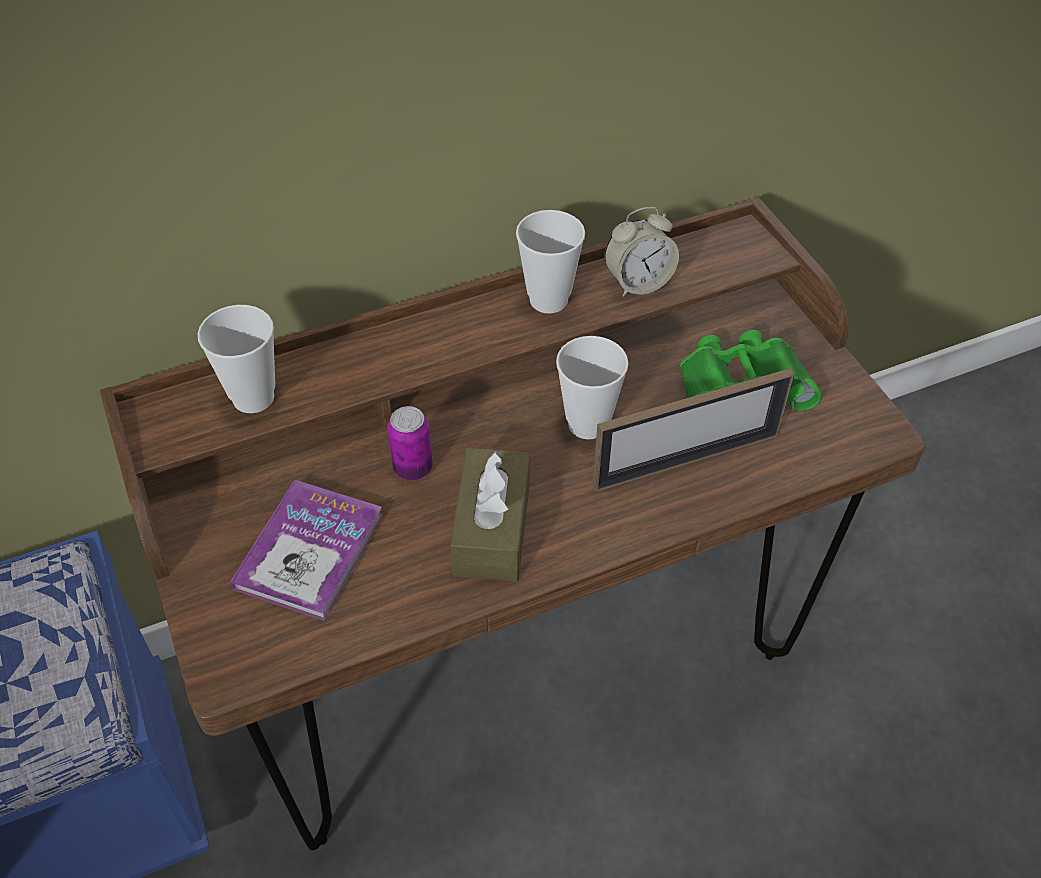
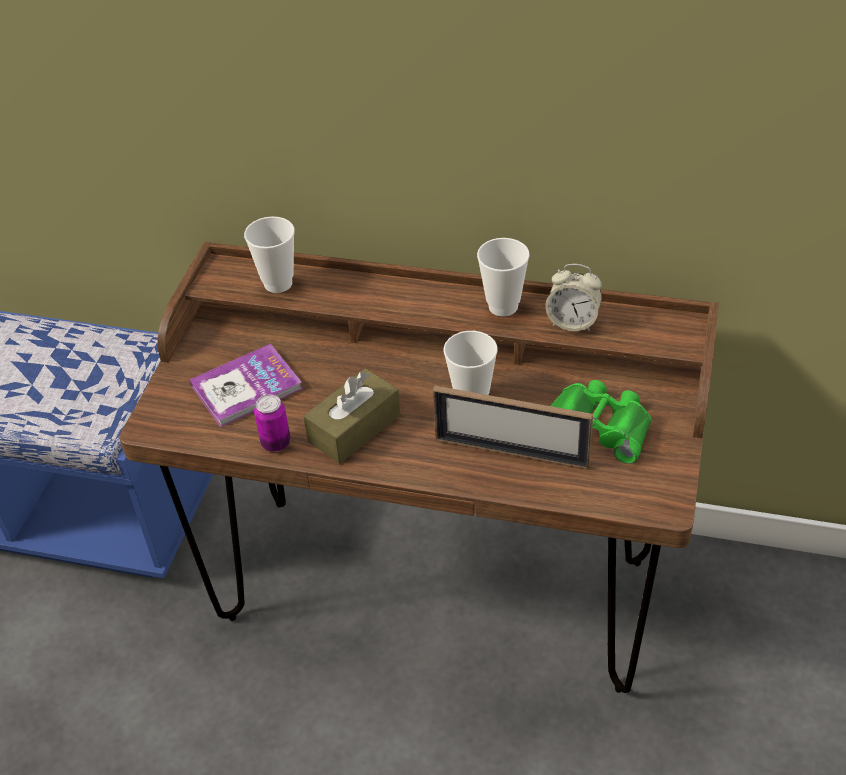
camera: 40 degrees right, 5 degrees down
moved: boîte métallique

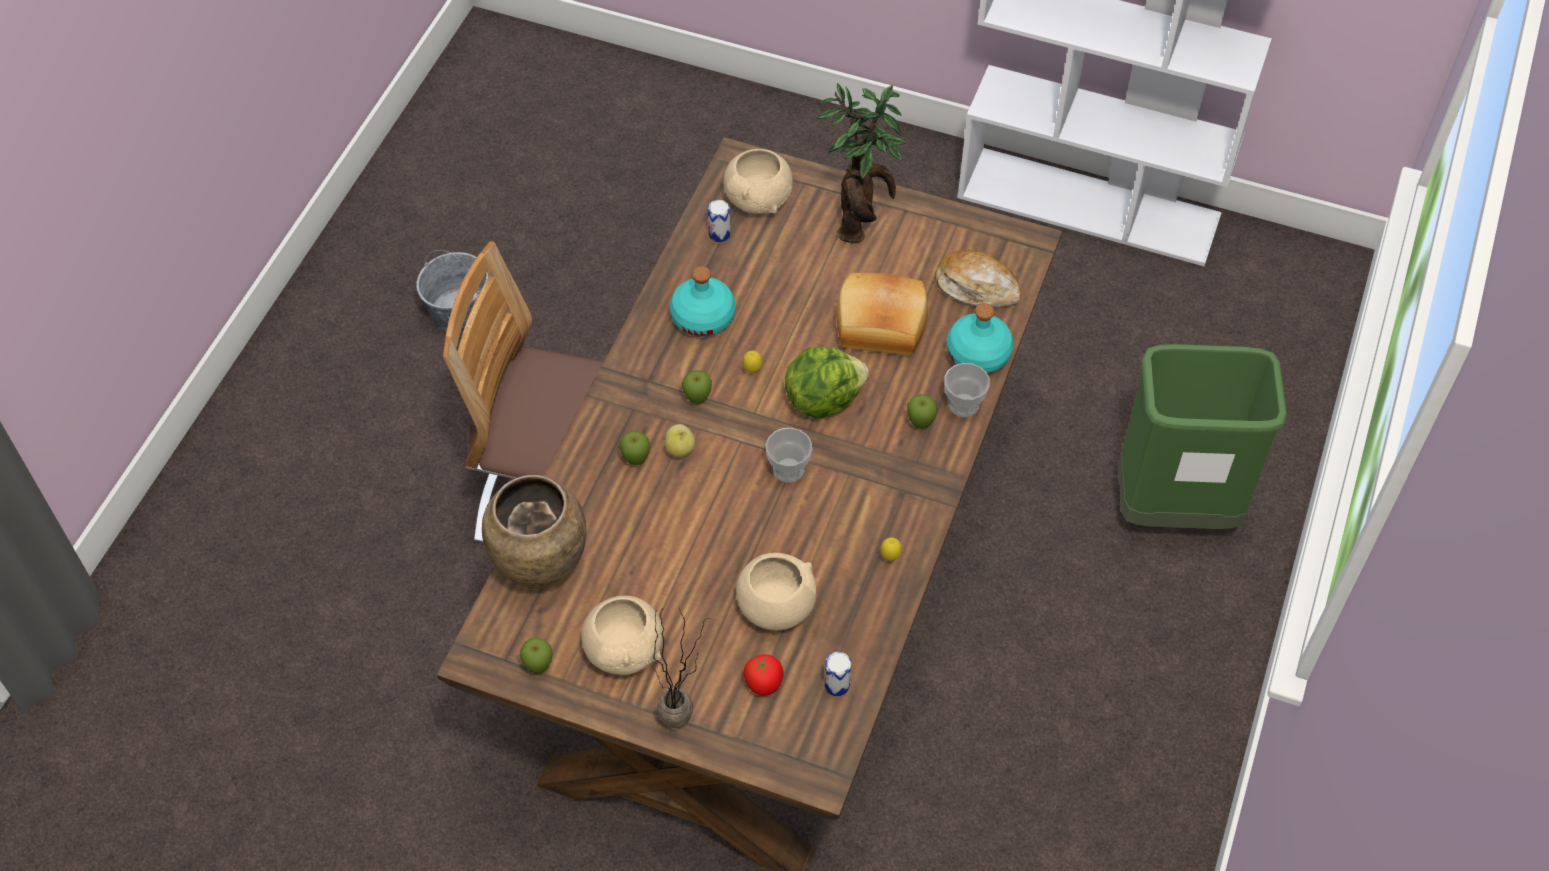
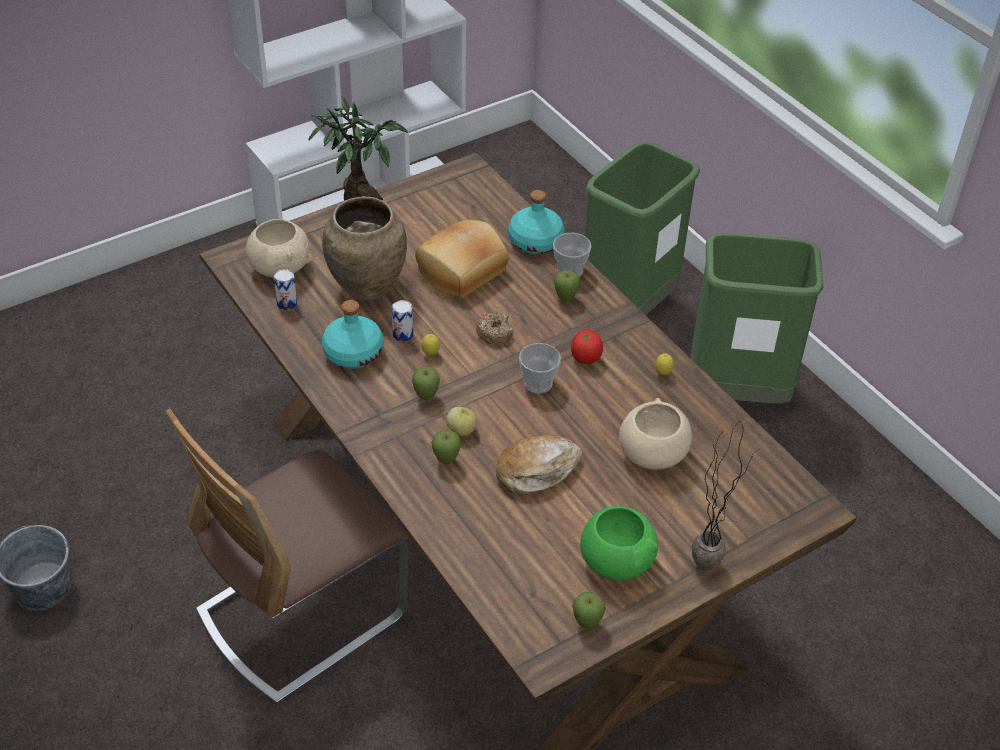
camera: 55 degrees left, 10 degrees down
added: poubelle (vert) (2nd from left)
moved: pain (2nd from left); vase (marron); boîte métallique (2nd from left); tomate
replaced: laitue to beignet
recoloured: bol (beige) (1st from left) to bol (vert)

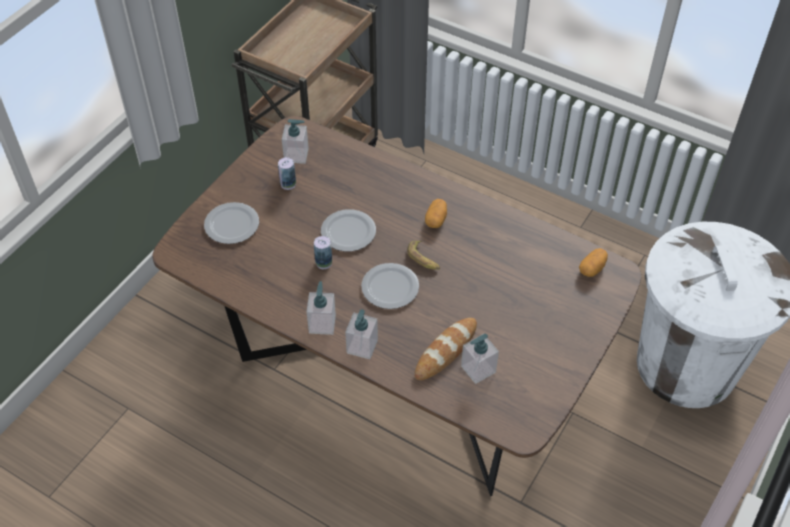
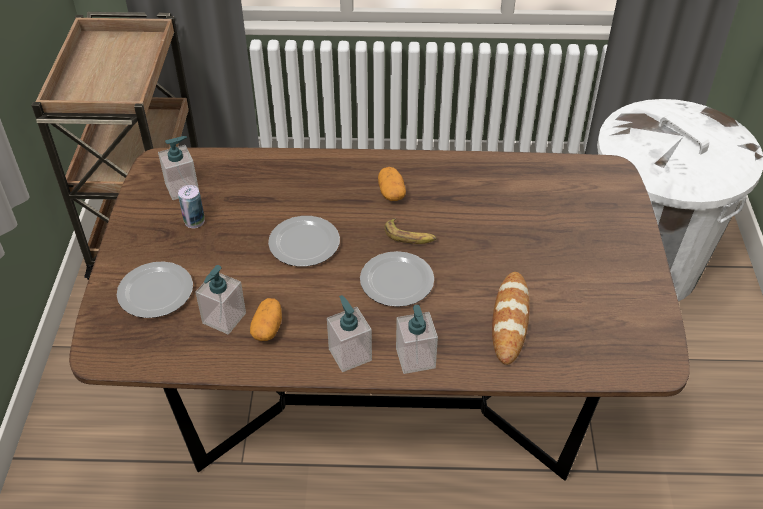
camera: 30 degrees left, 5 degrees down
removed: boîte métallique (2nd from left)
moved: pomme de terre (2nd from left in the first image) to pomme de terre (1st from left); distributeur de savon (4th from left in the first image) to distributeur de savon (2nd from left)

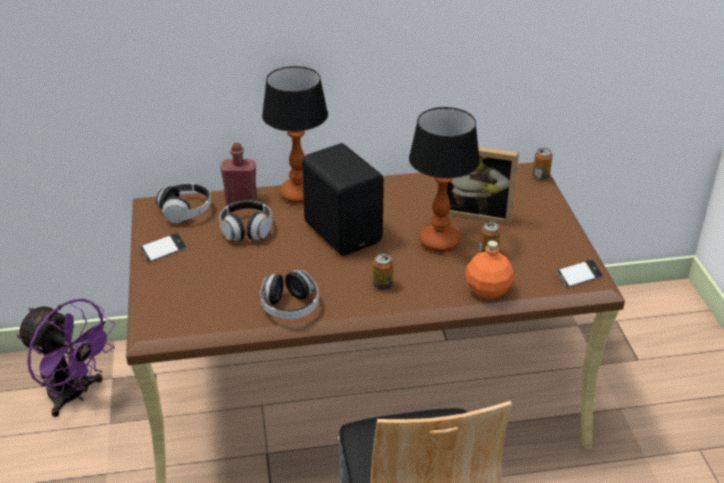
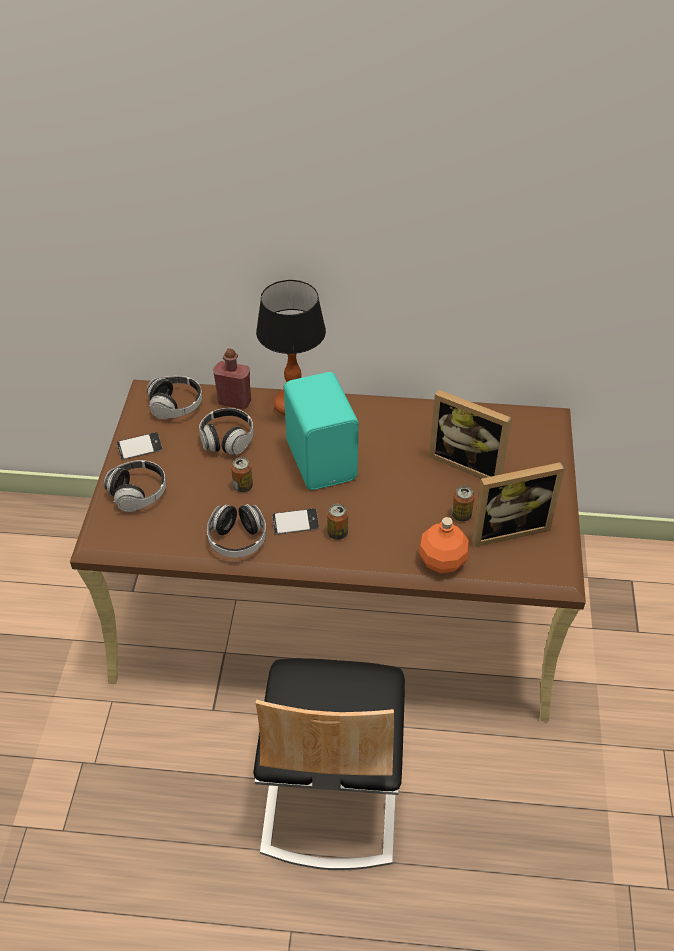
camera: 15 degrees right, 10 degrees up
removed: lampe de table (2nd from left); ventilateur (violet)
added: casque audio (1st from left); cadre photo (2nd from left)
moved: boîte métallique (3rd from left in the first image) to boîte métallique (1st from left); téléphone (2nd from left)
recoloured: enceinte (noir) to enceinte (turquoise)

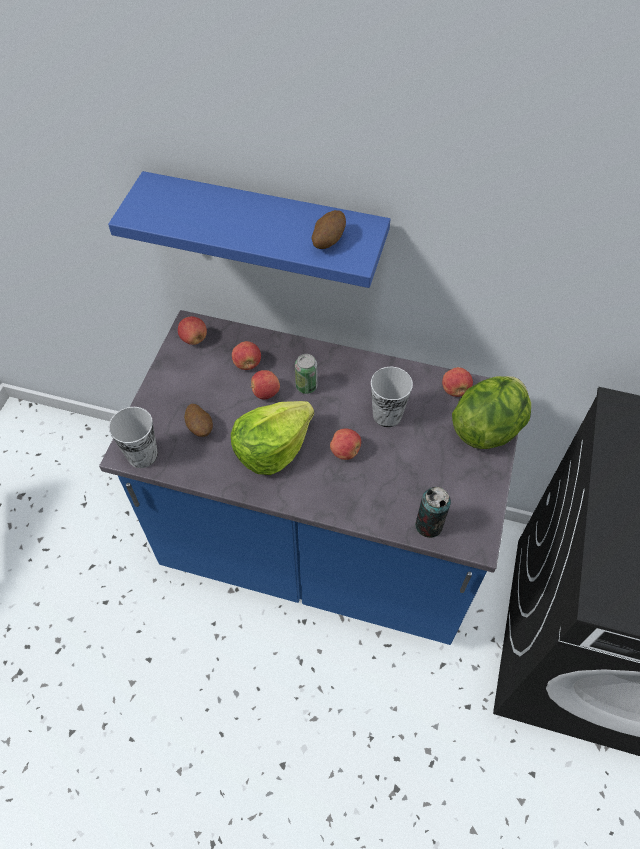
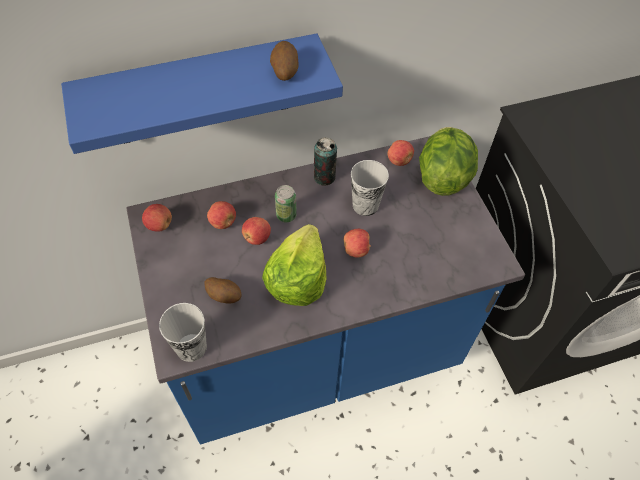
camera: 35 degrees left, 0 degrees up
moved: boîte métallique (2nd from left)

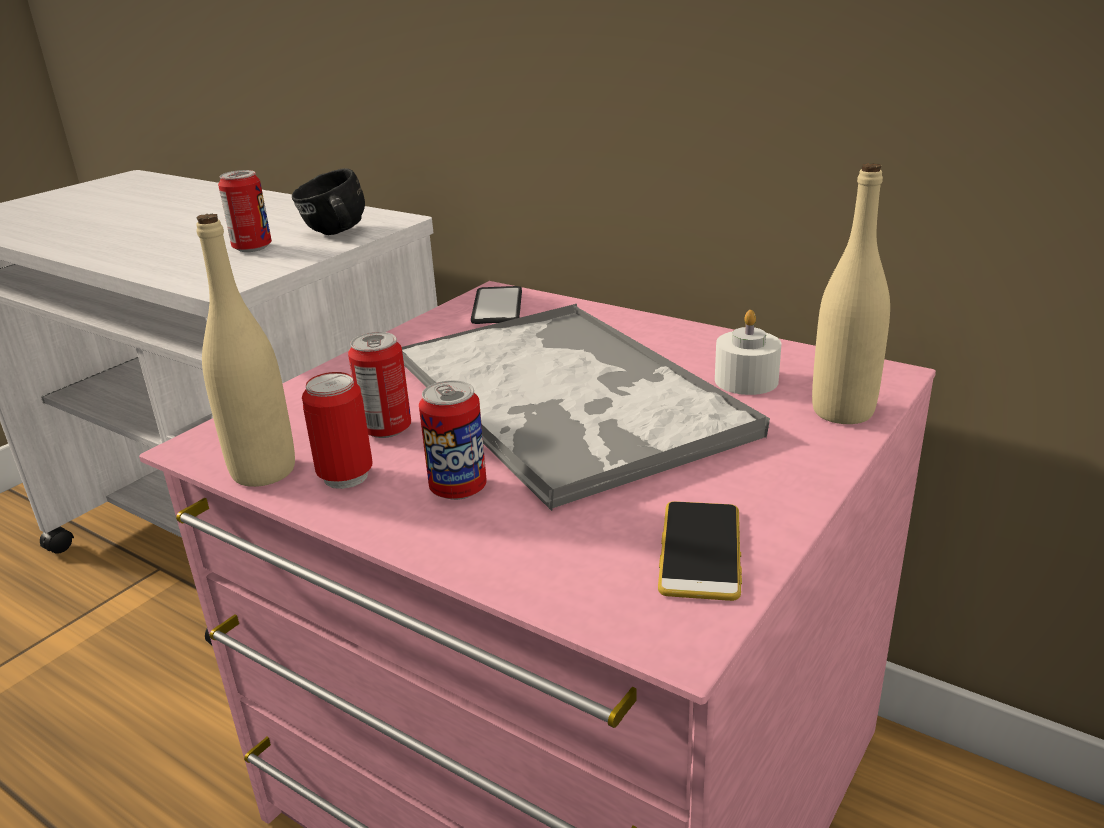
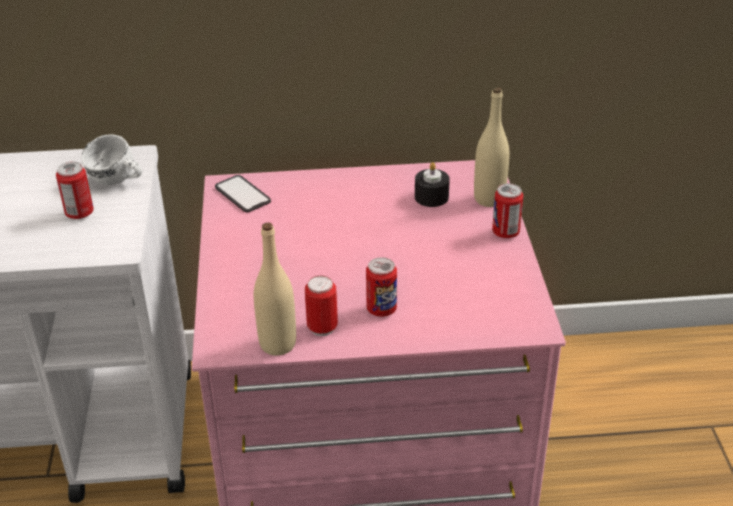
camera: 40 degrees left, 10 degrees up
removed: plateau; téléphone (2nd from left)
moved: boîte métallique (3rd from left in the first image) to boîte métallique (4th from left)
recoloured: mug (noir) to mug (blanc); bougie (blanc) to bougie (noir)

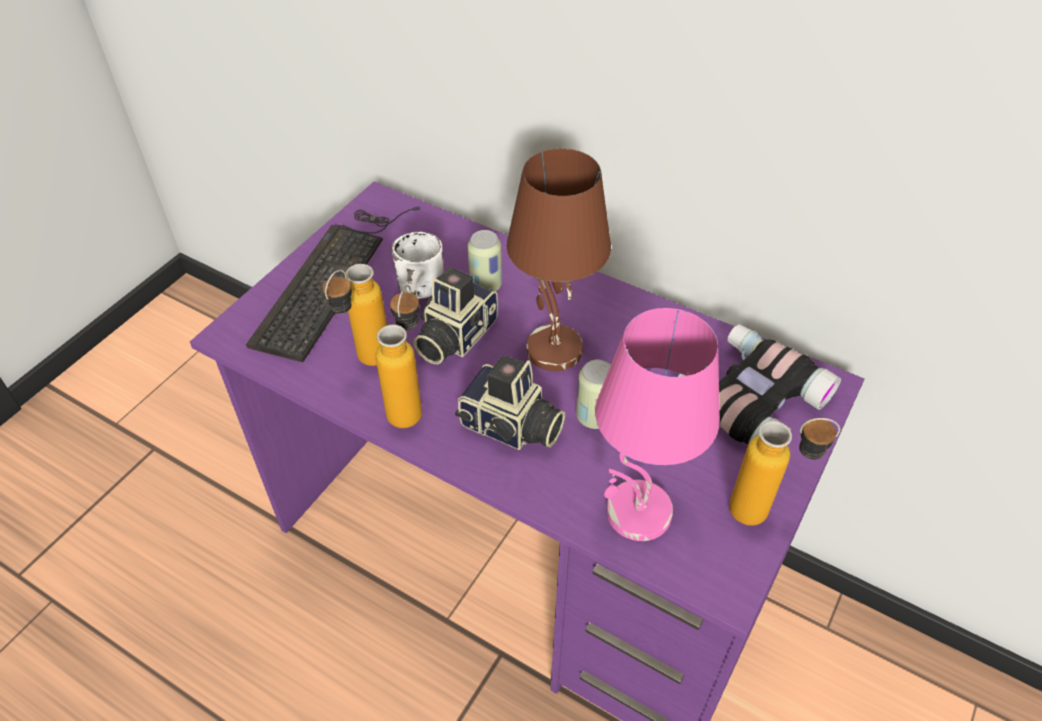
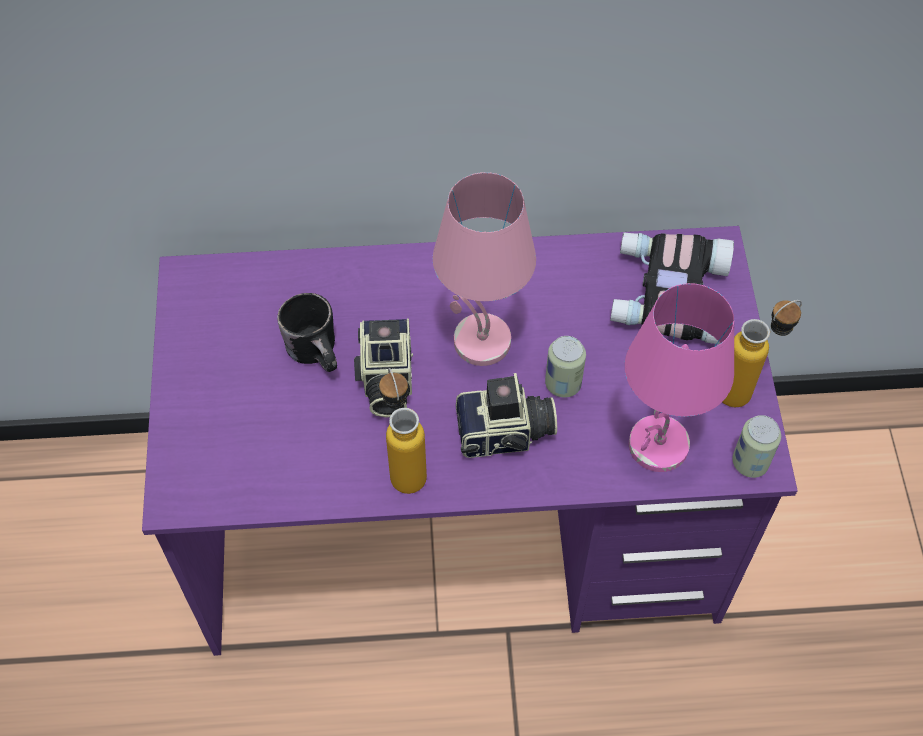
camera: 35 degrees left, 10 degrees up
removed: clavier; bouteille (1st from left)
moved: boîte métallique (1st from left in the first image) to boîte métallique (2nd from left)
recoloured: lampe de table (marron) to lampe de table (rose) (1st from left); mug (blanc) to mug (noir)

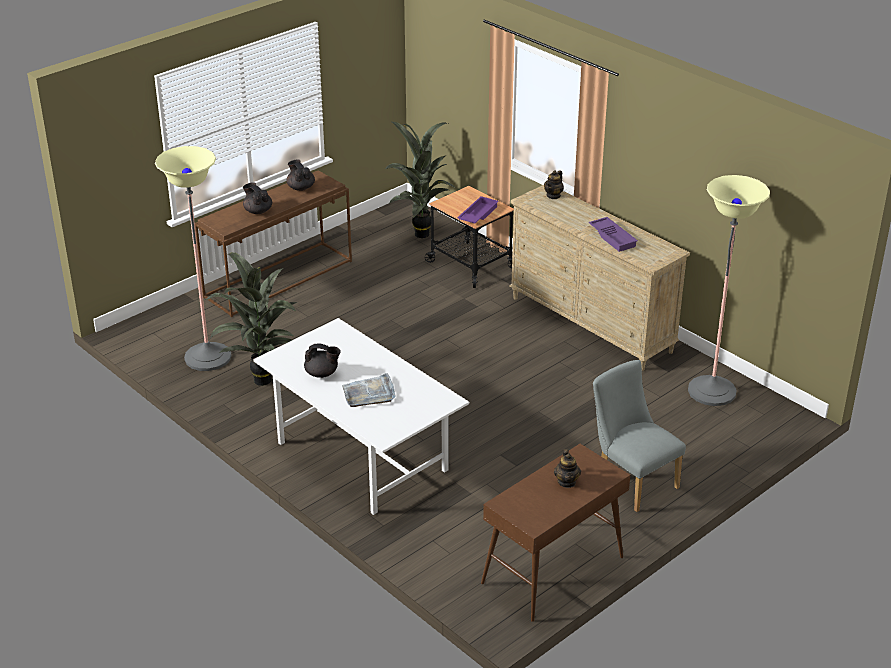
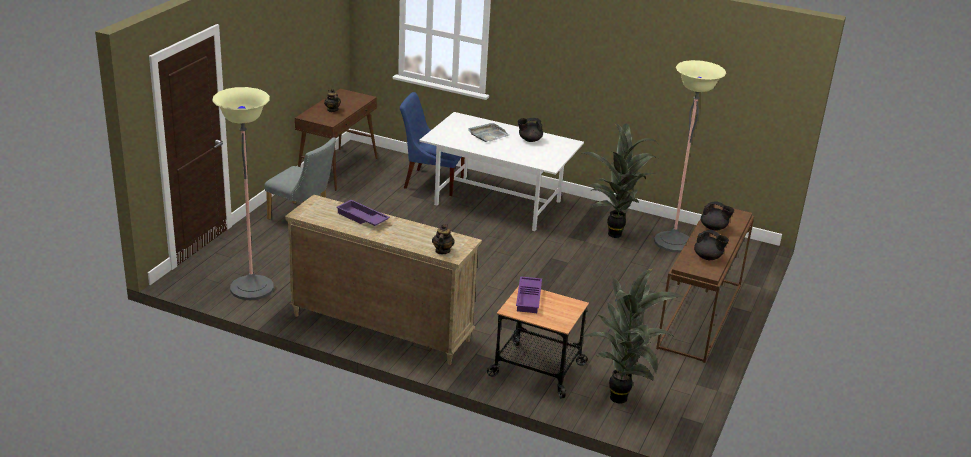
camera: 155 degrees right, 5 degrees down
added: chaise (bleu)

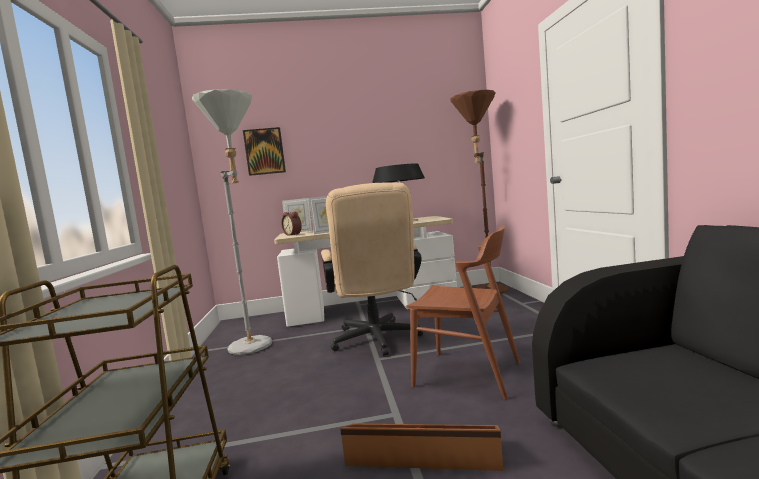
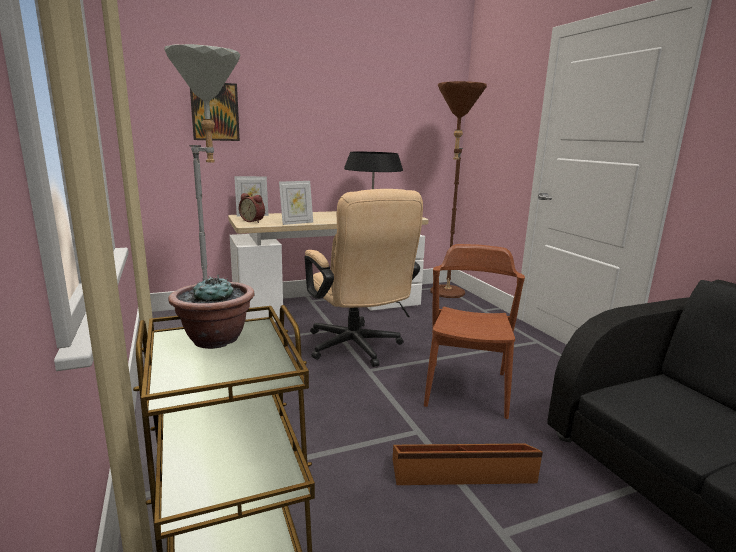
camera: 15 degrees left, 10 degrees up
added: plante en pot
turned: chaise (marron) 90 degrees counterclockwise

